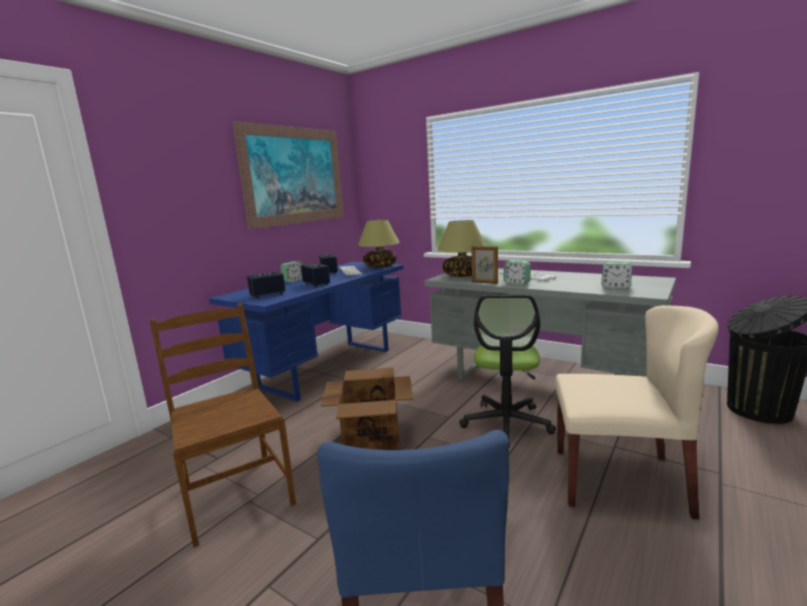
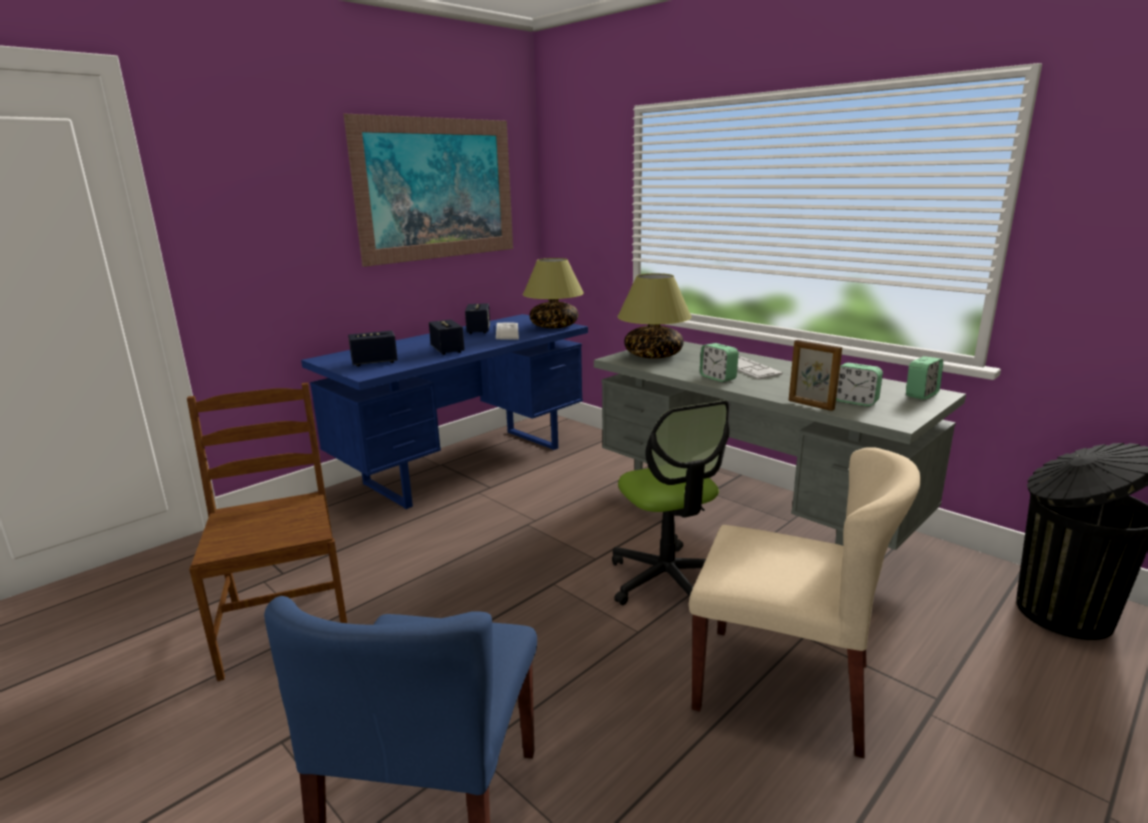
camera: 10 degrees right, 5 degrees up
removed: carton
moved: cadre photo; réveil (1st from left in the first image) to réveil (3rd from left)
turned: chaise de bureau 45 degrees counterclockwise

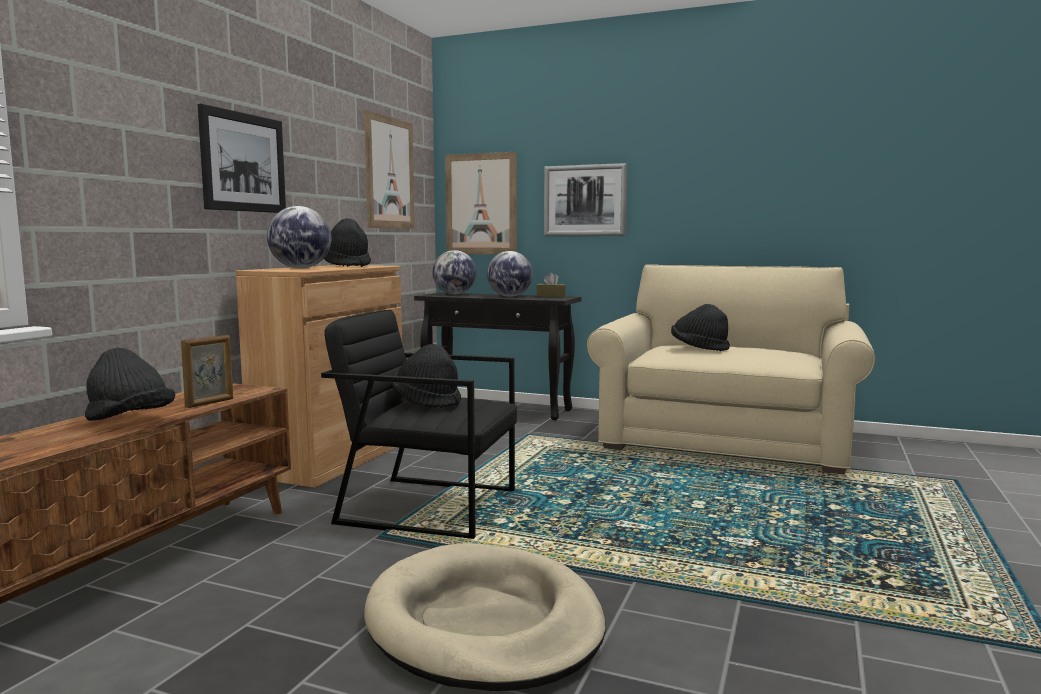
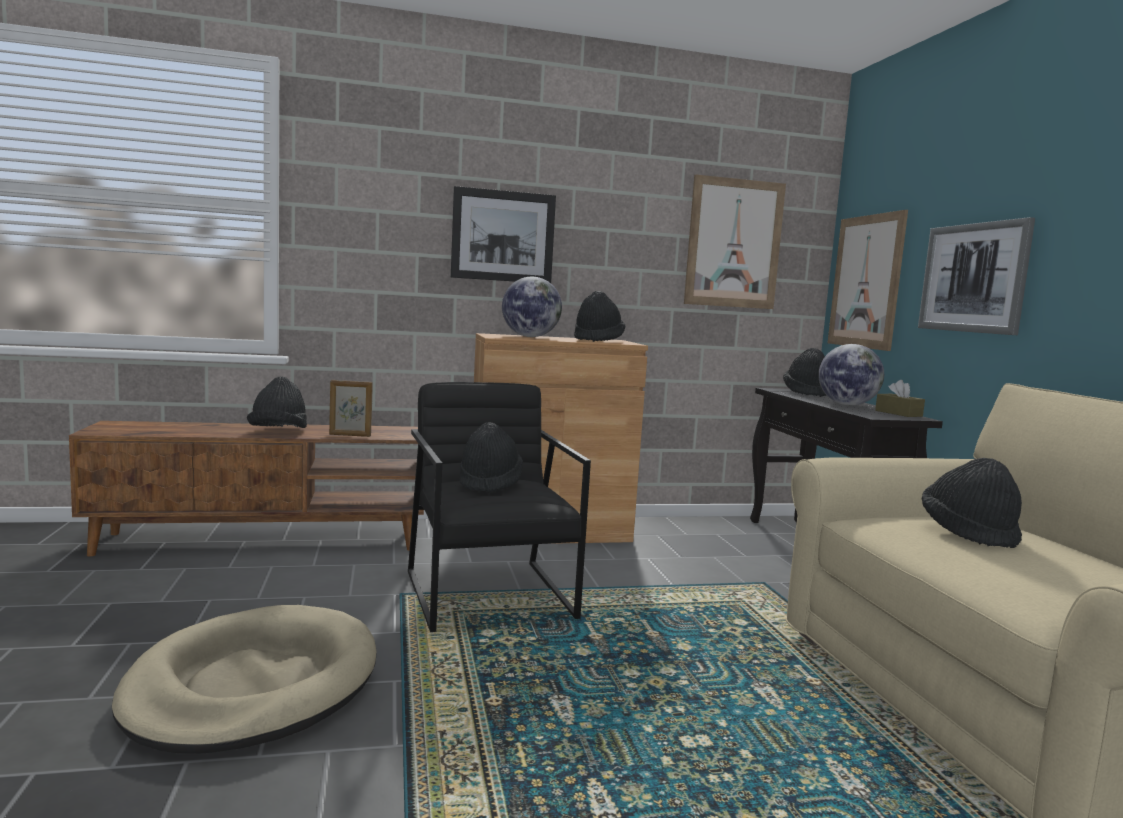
camera: 55 degrees right, 0 degrees up
replaced: globe (2nd from left) to chapeau (noir) (4th from left)

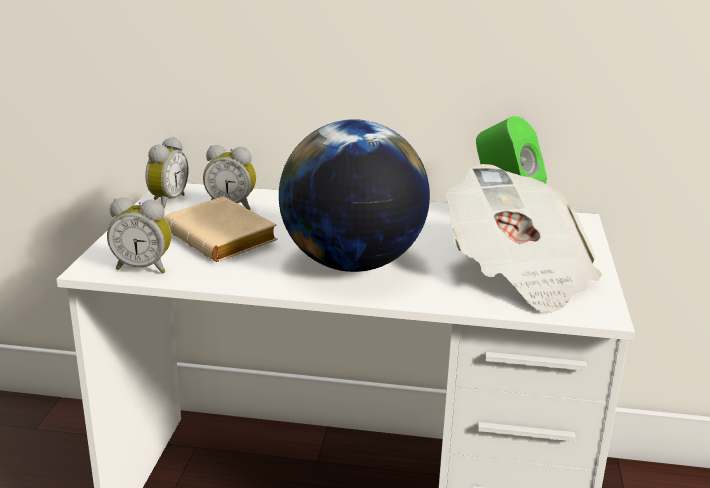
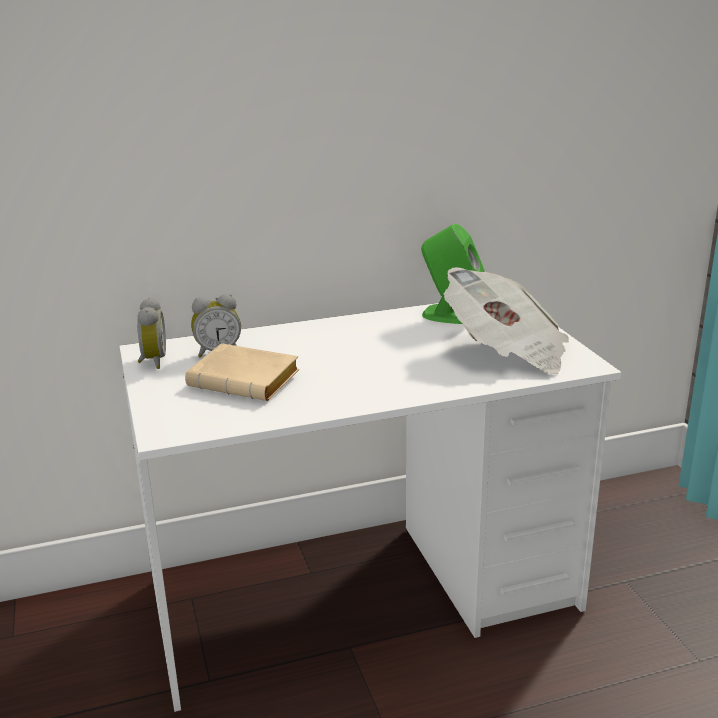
camera: 25 degrees left, 0 degrees up
removed: globe; réveil (1st from left)

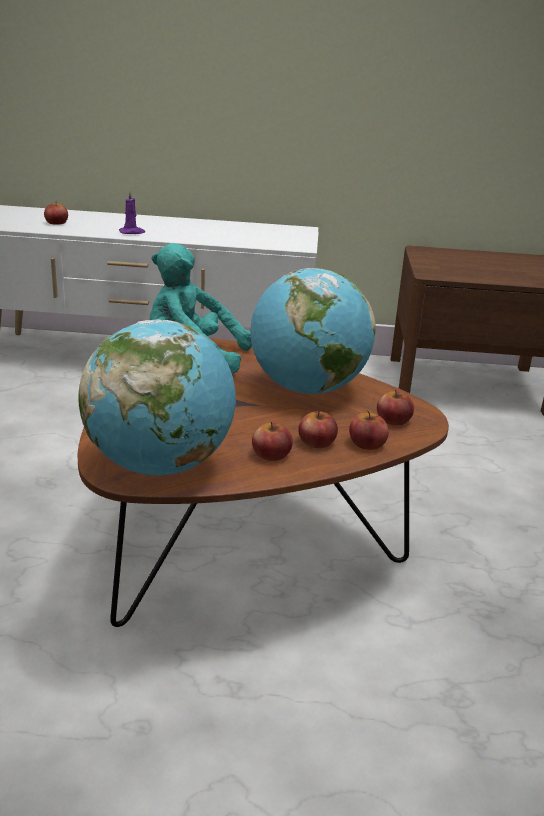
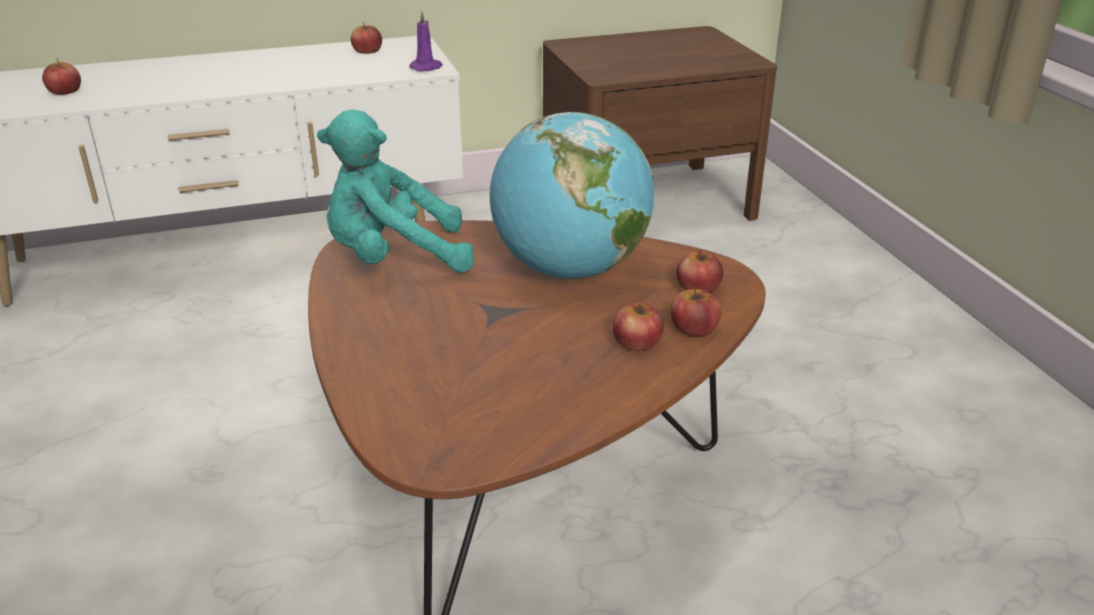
camera: 20 degrees left, 5 degrees up
removed: globe (1st from left)
moved: bougie (violet); pomme (2nd from left)

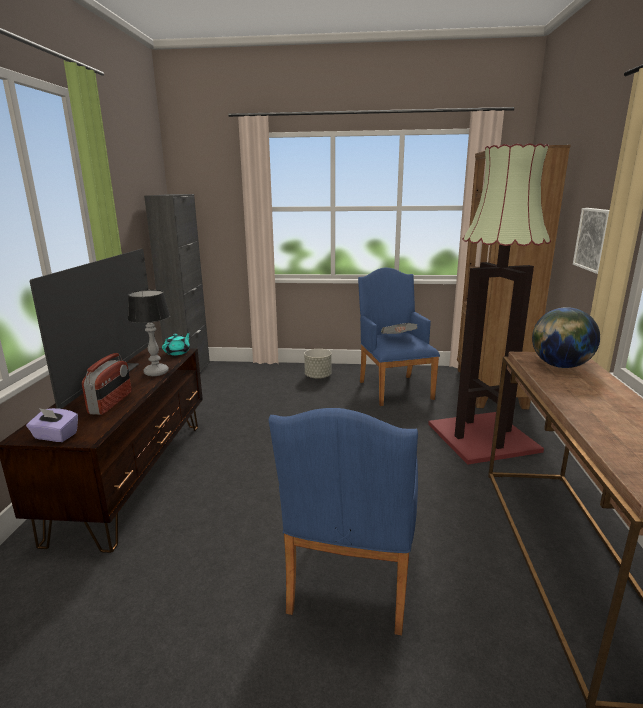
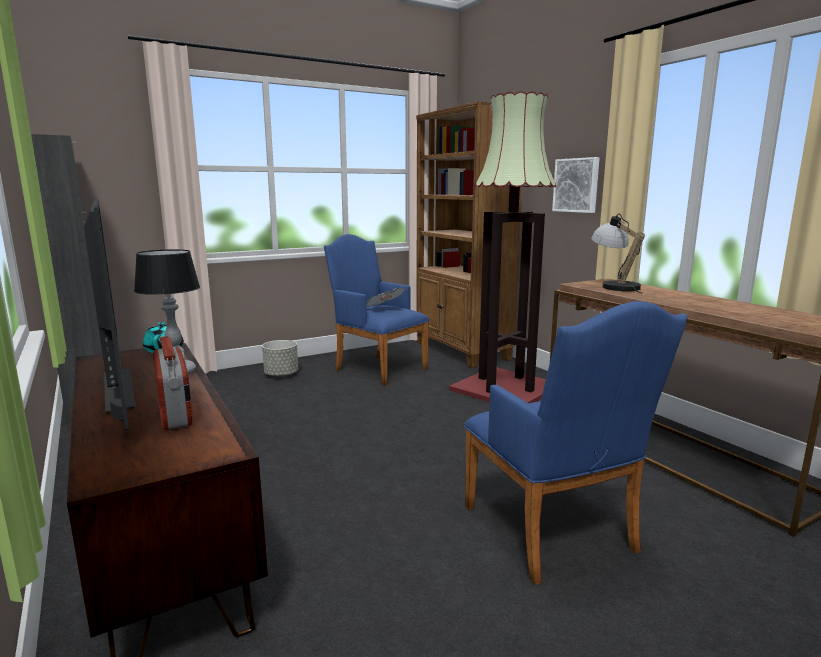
camera: 35 degrees left, 5 degrees down
removed: boîte à mouchoirs (violet)
replaced: globe to lampe de table (2nd from left)

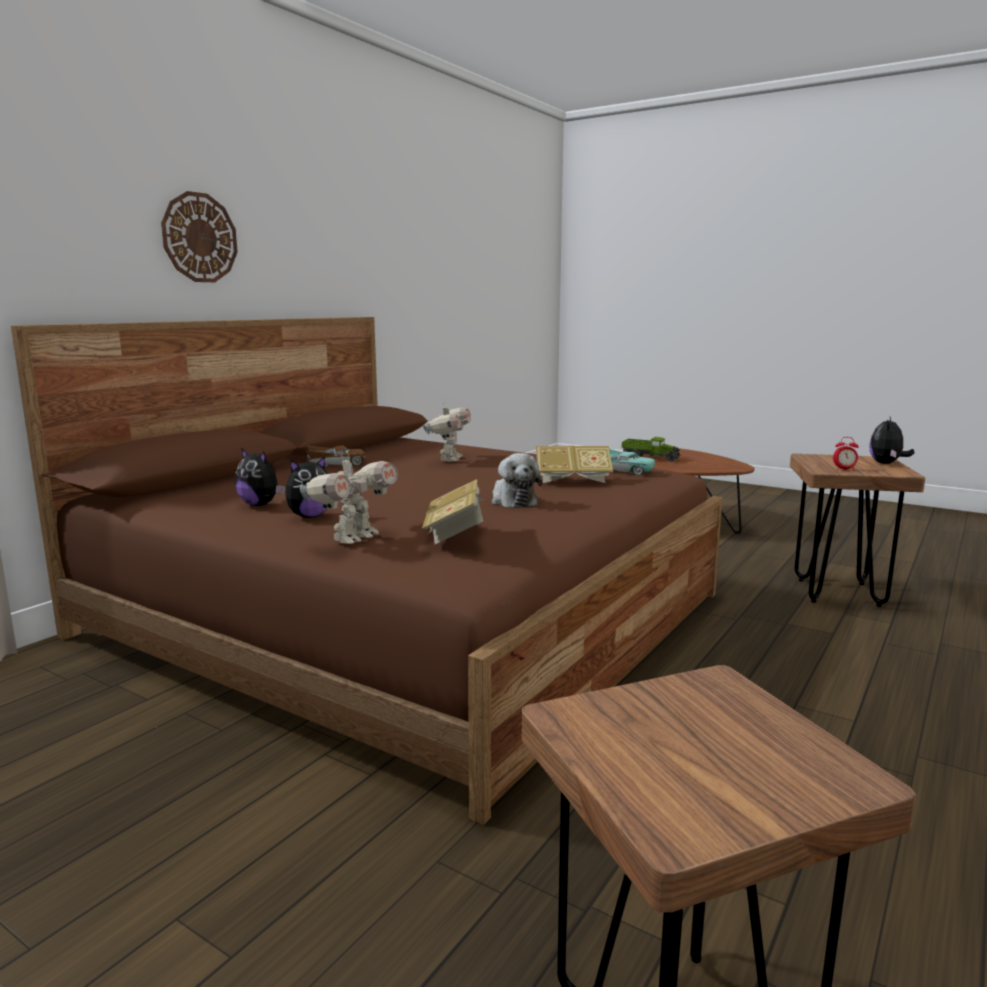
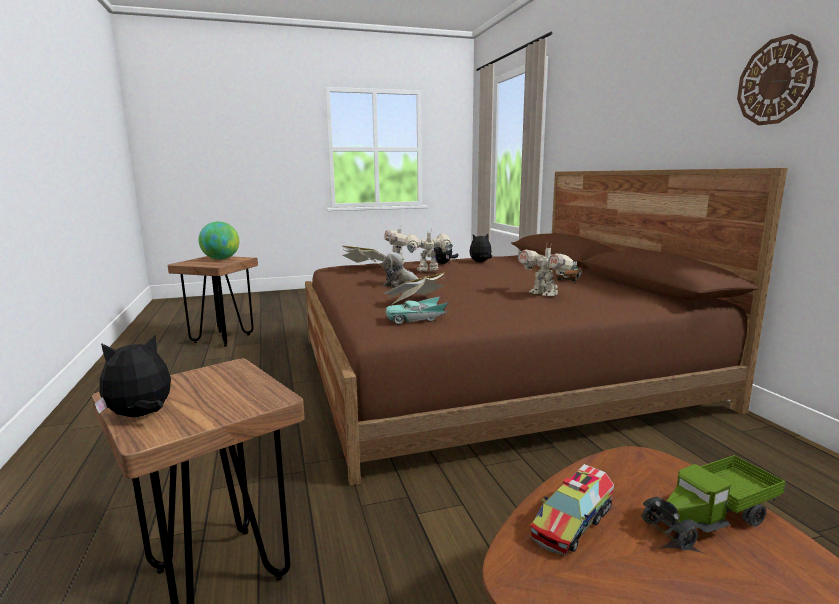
camera: 130 degrees right, 0 degrees up
removed: réveil
added: globe; robot jouet (2nd from left); camion jouet (1st from left)
moved: horloge murale
turned: peluche (4th from left in the first image) 105 degrees counterclockwise

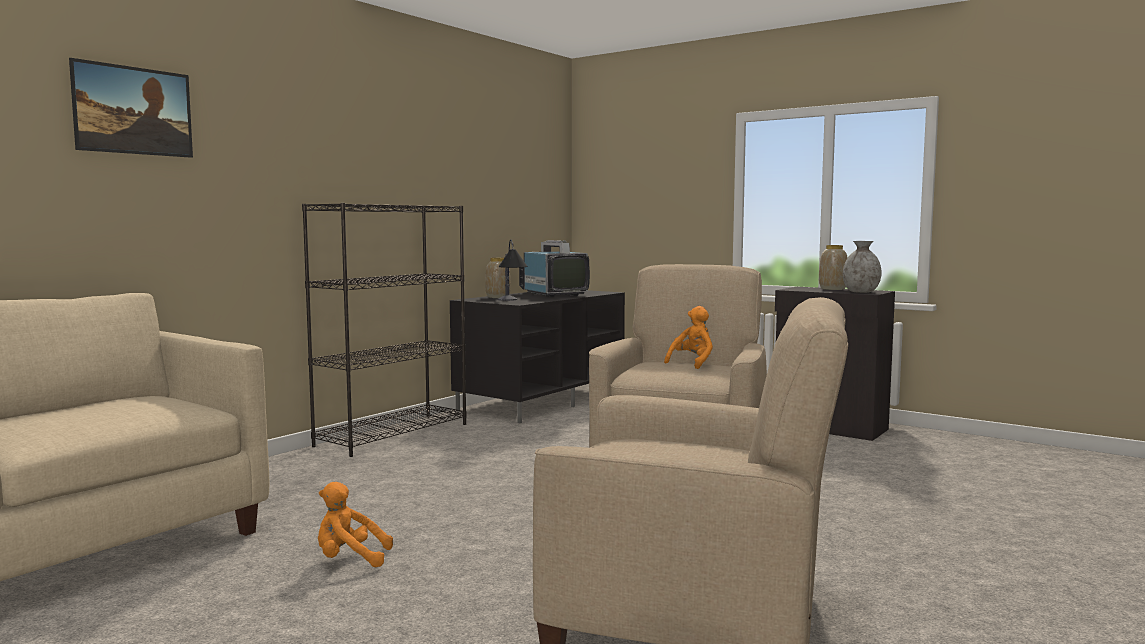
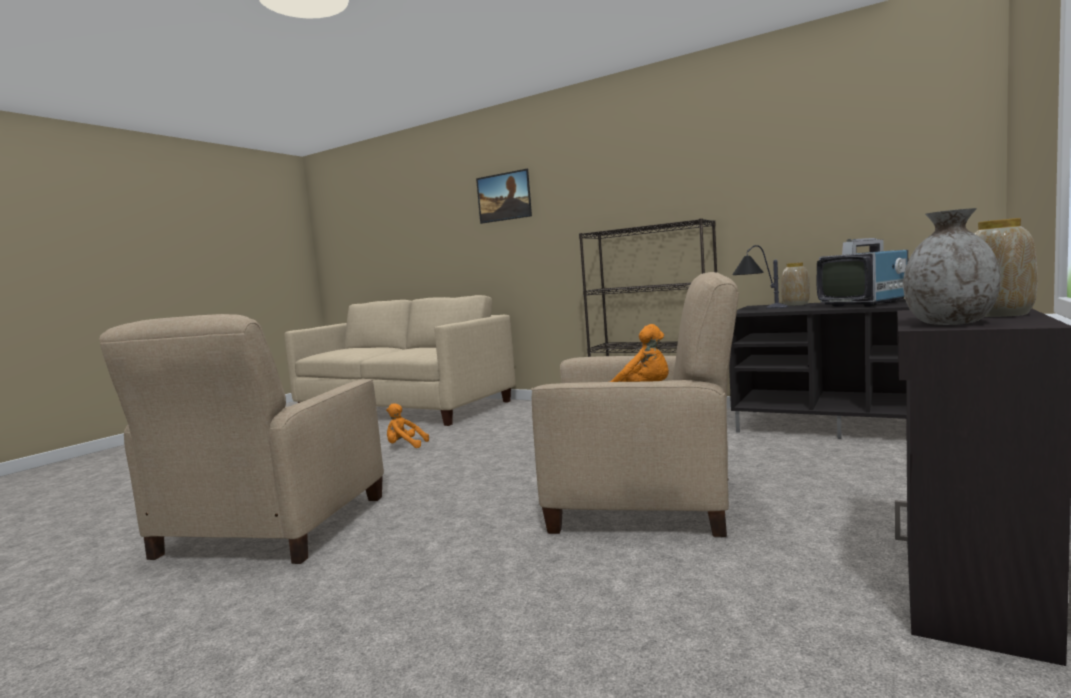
camera: 85 degrees right, 0 degrees up
turned: peluche (orange) (1st from left) 75 degrees counterclockwise

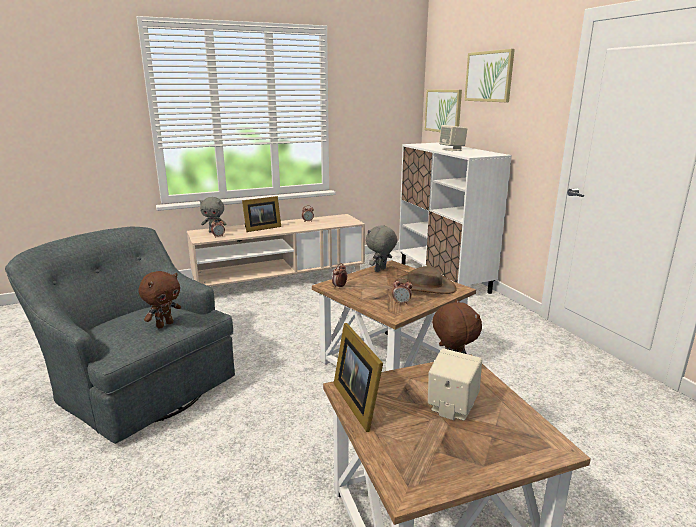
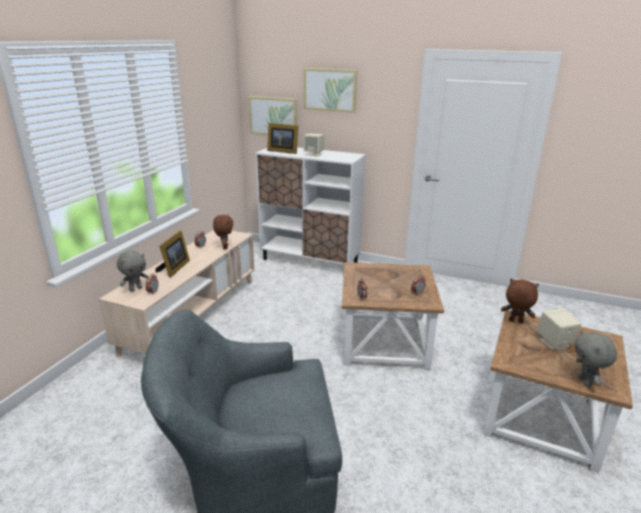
camera: 45 degrees left, 5 degrees up
removed: chapeau (marron)
moved: peluche (gris) (2nd from left); peluche (marron) (1st from left); cadre photo (2nd from left)

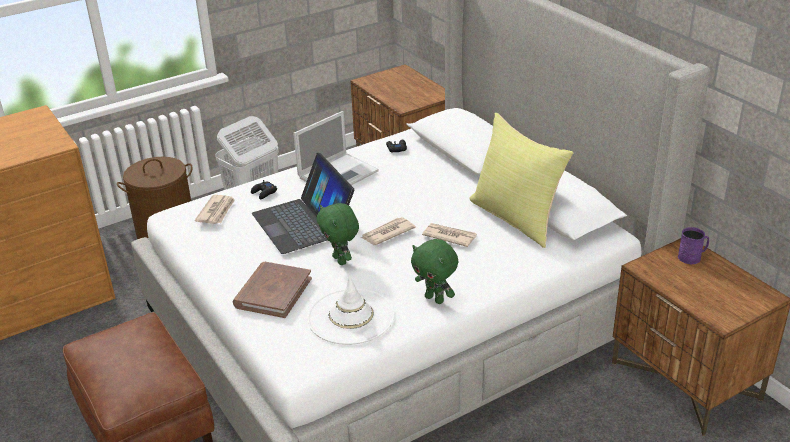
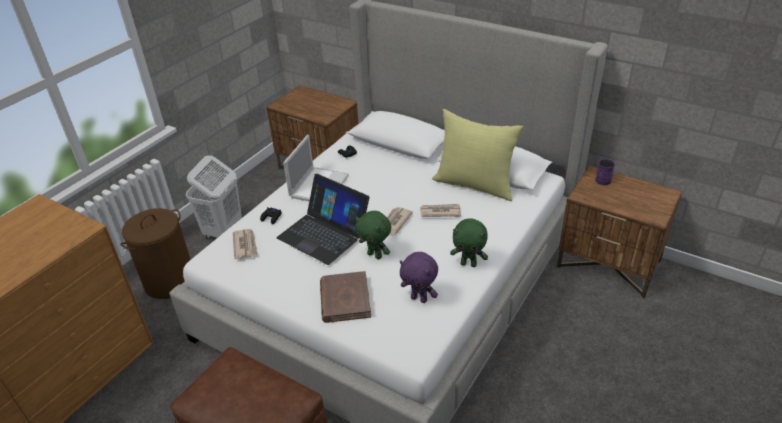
camera: 25 degrees left, 5 degrees up
replaced: chapeau (blanc) to peluche (violet)

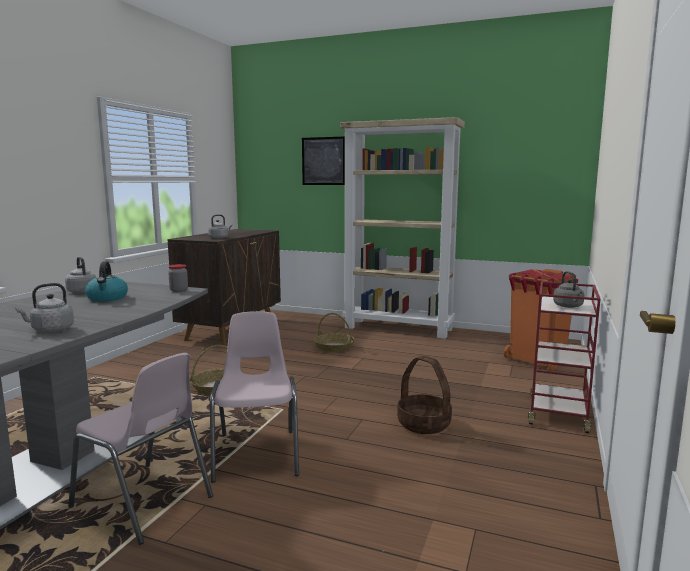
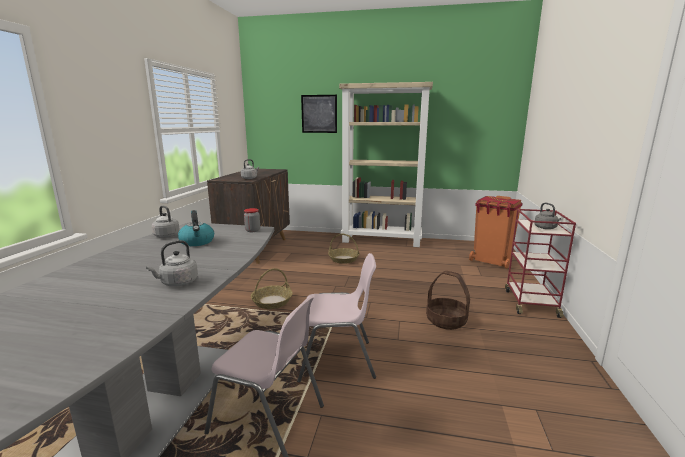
camera: 10 degrees left, 5 degrees up
turned: chaise (rose) (2nd from left) 105 degrees clockwise

